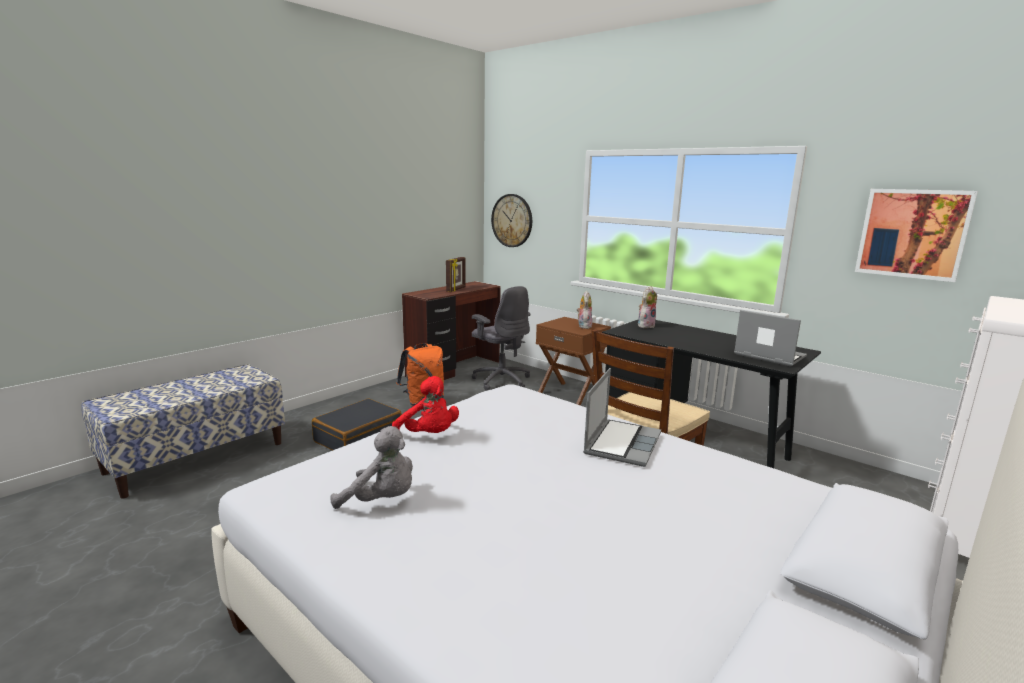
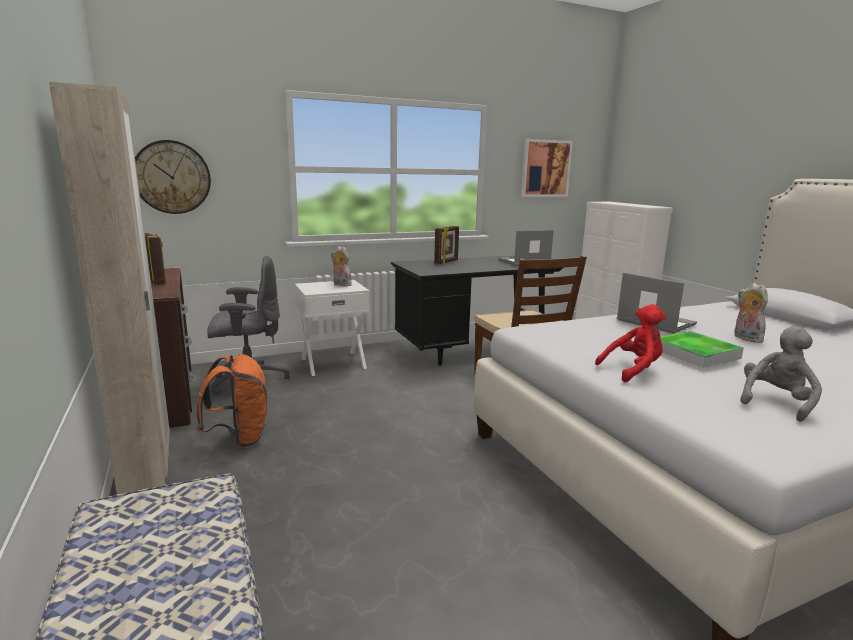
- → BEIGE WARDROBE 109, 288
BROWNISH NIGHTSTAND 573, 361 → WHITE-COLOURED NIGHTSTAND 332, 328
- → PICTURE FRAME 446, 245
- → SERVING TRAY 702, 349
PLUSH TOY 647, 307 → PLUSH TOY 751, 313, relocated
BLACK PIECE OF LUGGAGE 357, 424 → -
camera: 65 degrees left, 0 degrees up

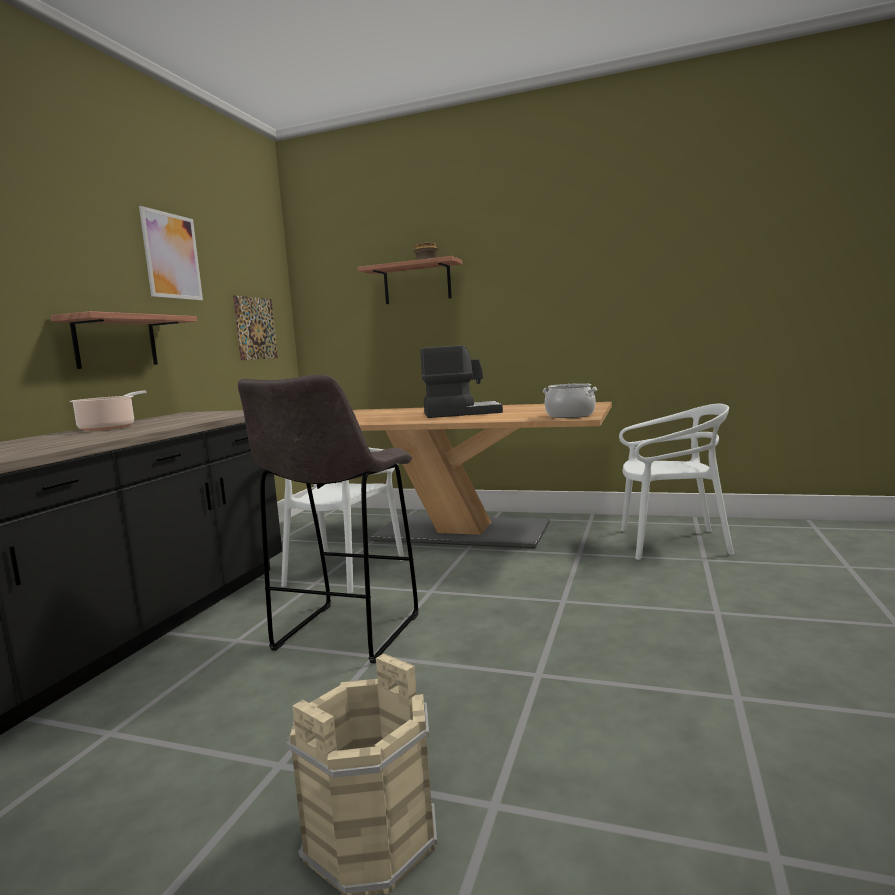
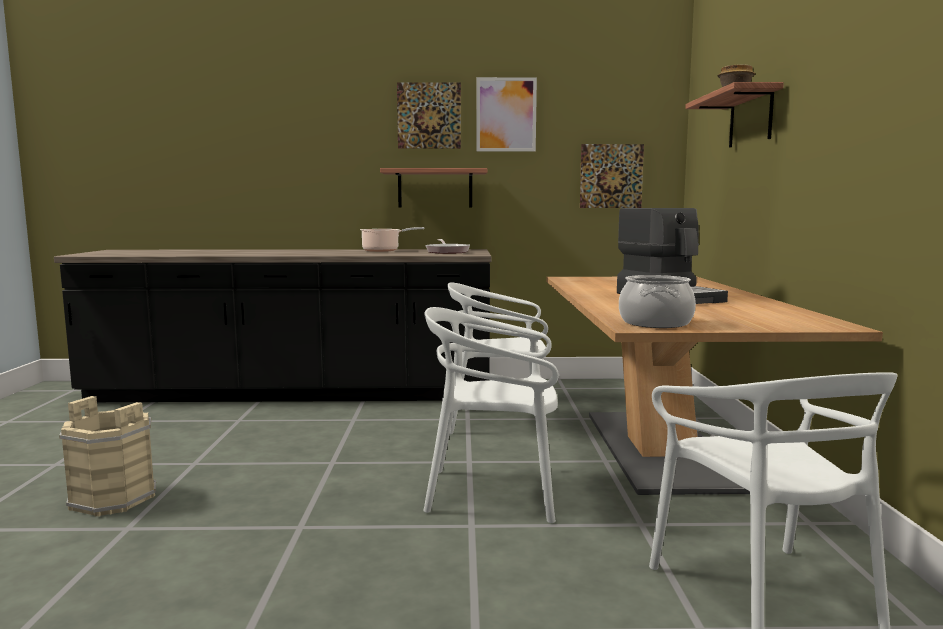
- → WALL PICTURE 429, 115
- → WHITE-COLOURED CHAIR 491, 415
- → SKILLET 447, 246
GRAY STOOL 328, 519 → -
camera: 70 degrees right, 0 degrees up

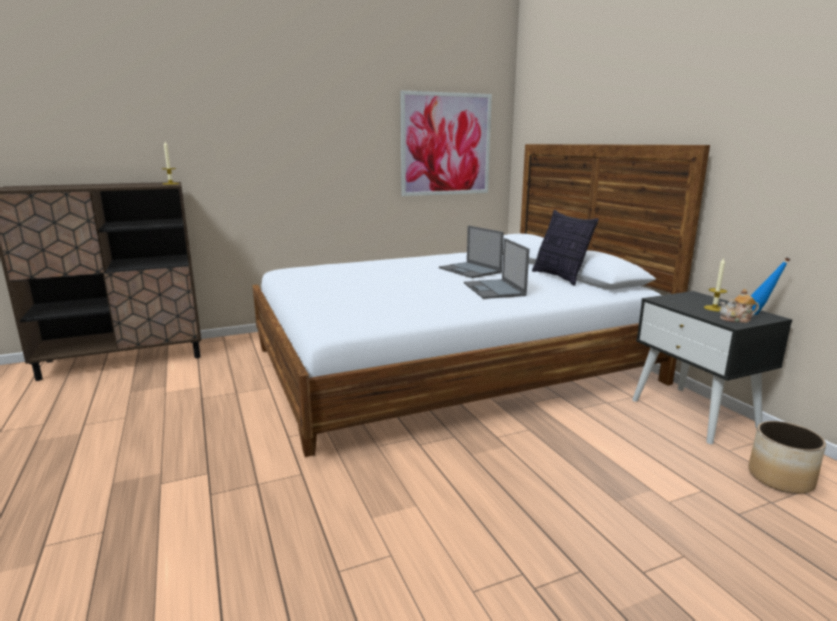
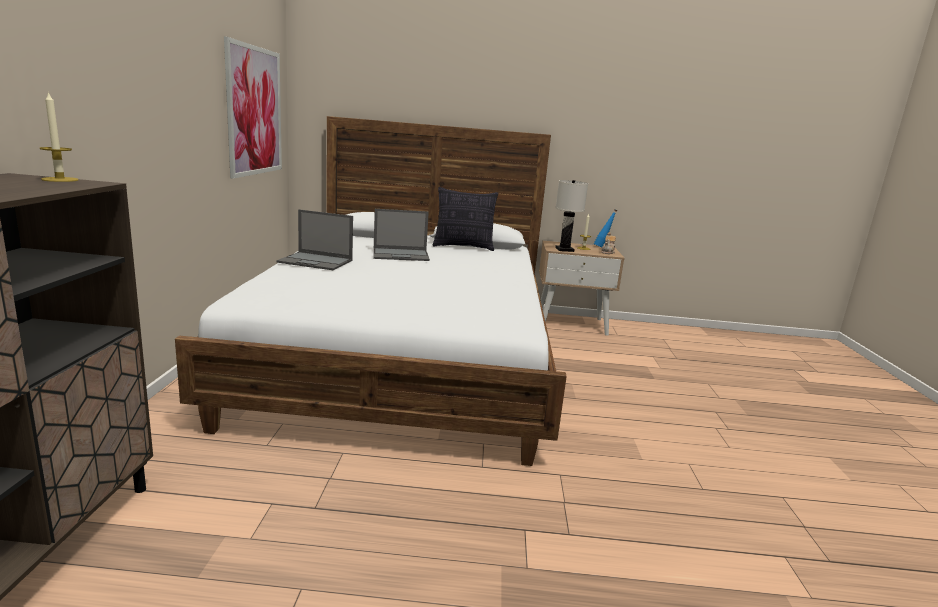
PORTABLE COMPUTER 496, 268 → PORTABLE COMPUTER 314, 239, relocated
BLACK NIGHTSTAND 712, 367 → BEIGE NIGHTSTAND 582, 288
- → WHITE-COLOURED TABLETOP LAMP 571, 216
FLOWER POT 787, 457 → -
camera: 65 degrees left, 0 degrees up

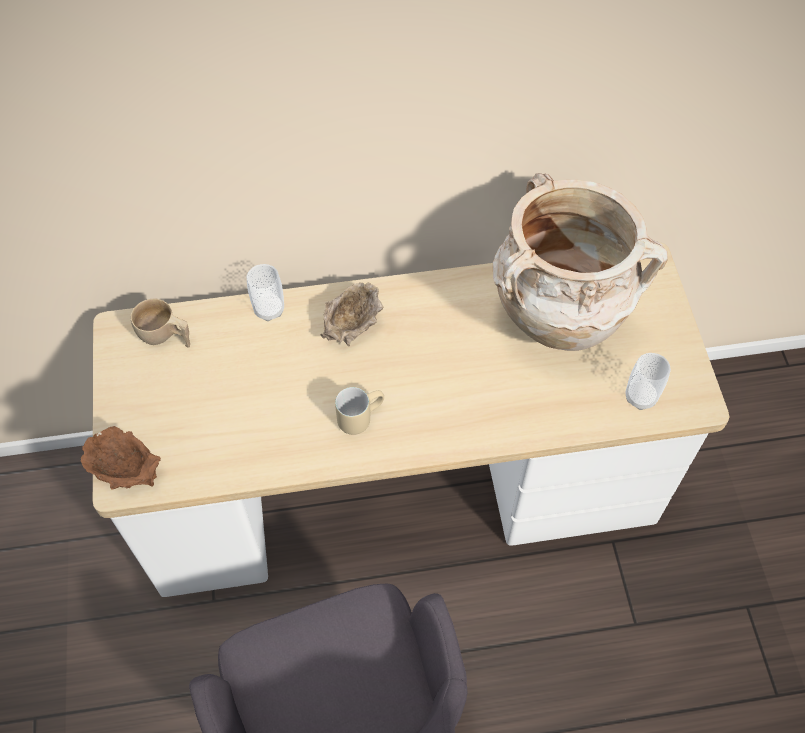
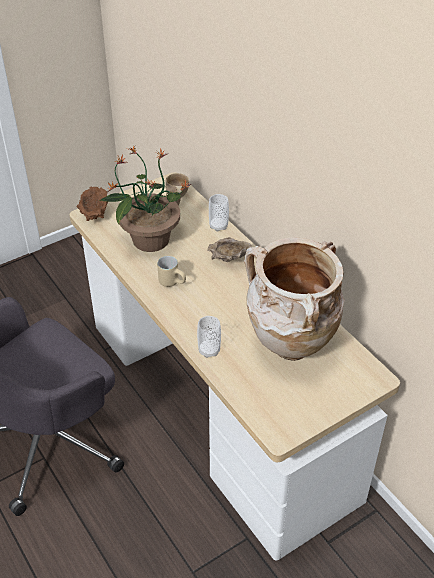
- → PLANT IN A POT 145, 199
DRINKING CUP 648, 381 → DRINKING CUP 209, 337, relocated
camera: 65 degrees right, 15 degrees down

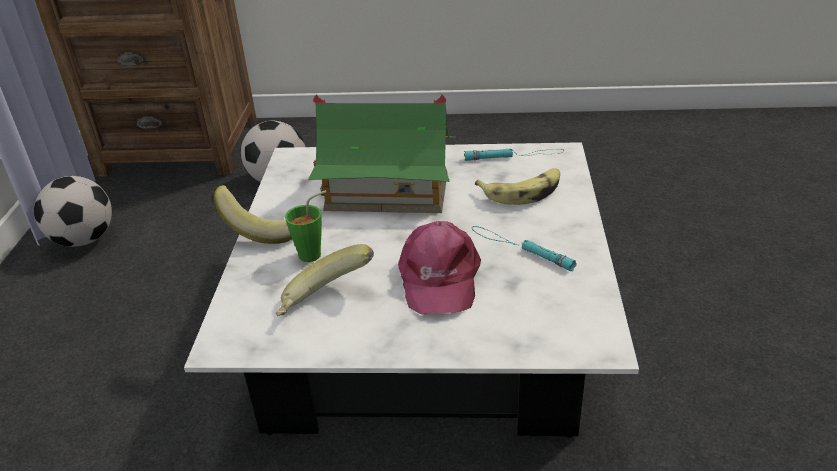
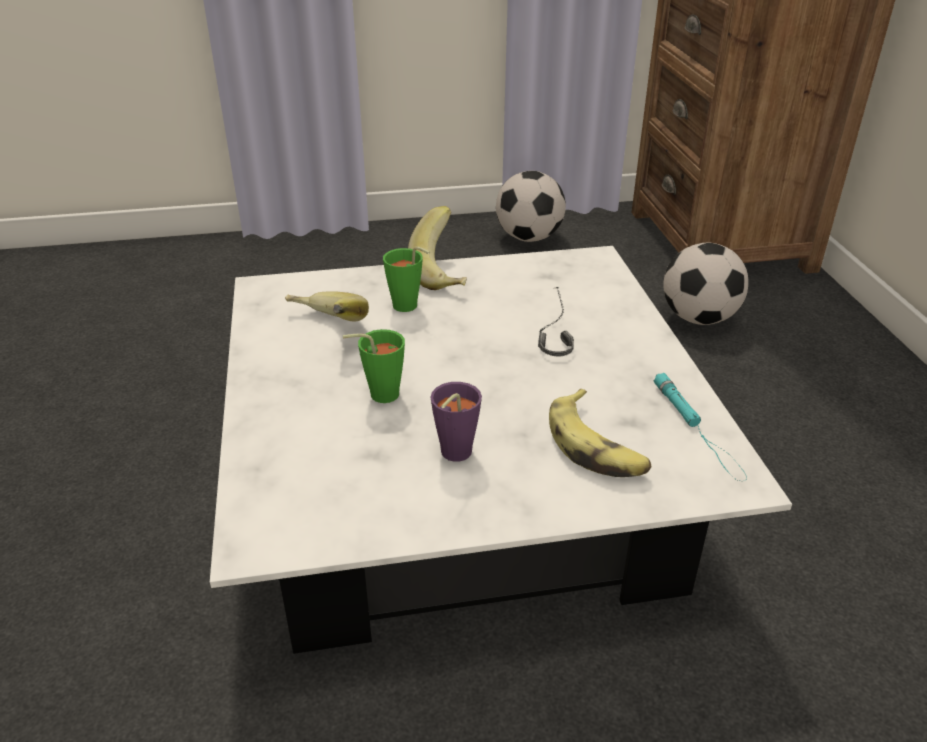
PINK PEAKED CAP 439, 268 → GREEN DRINKING CUP 374, 366
TURQUOISE FLASHLIGHT 524, 248 → PURPLE-COLOURED DRINKING CUP 456, 422
MINIATURE HOUSE 382, 153 → HEADPHONES 556, 322
camera: 75 degrees right, 0 degrees up

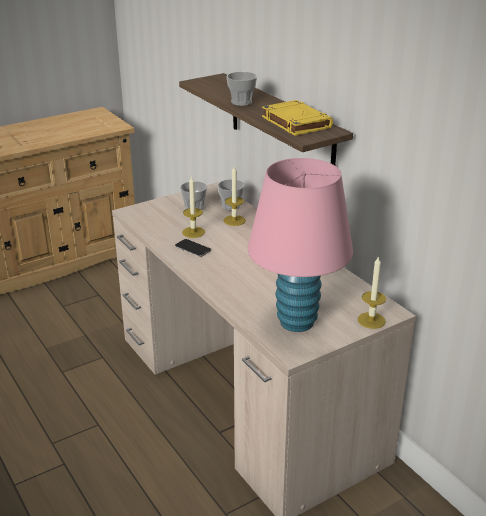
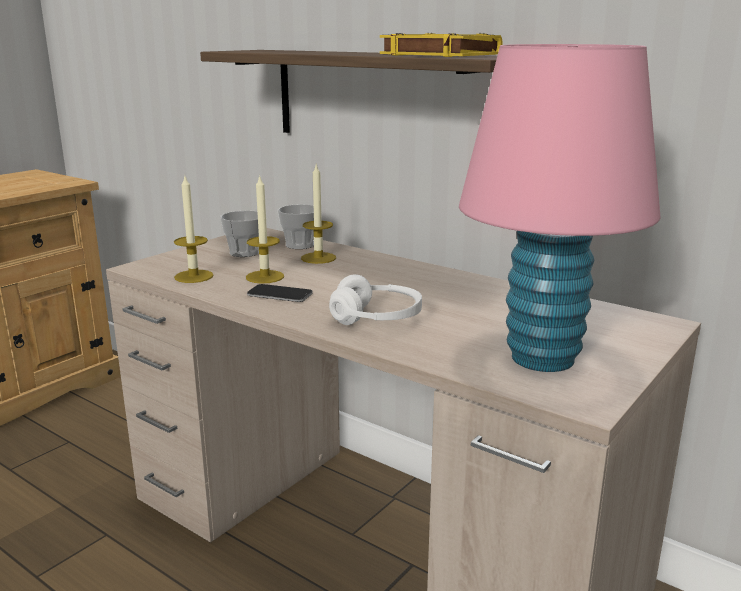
CANDLE 372, 292 → CANDLE 194, 229, relocated
- → WHITE-COLOURED HEADPHONES 375, 299
DRINKING CUP 241, 89 → -
camera: 20 degrees left, 10 degrees down

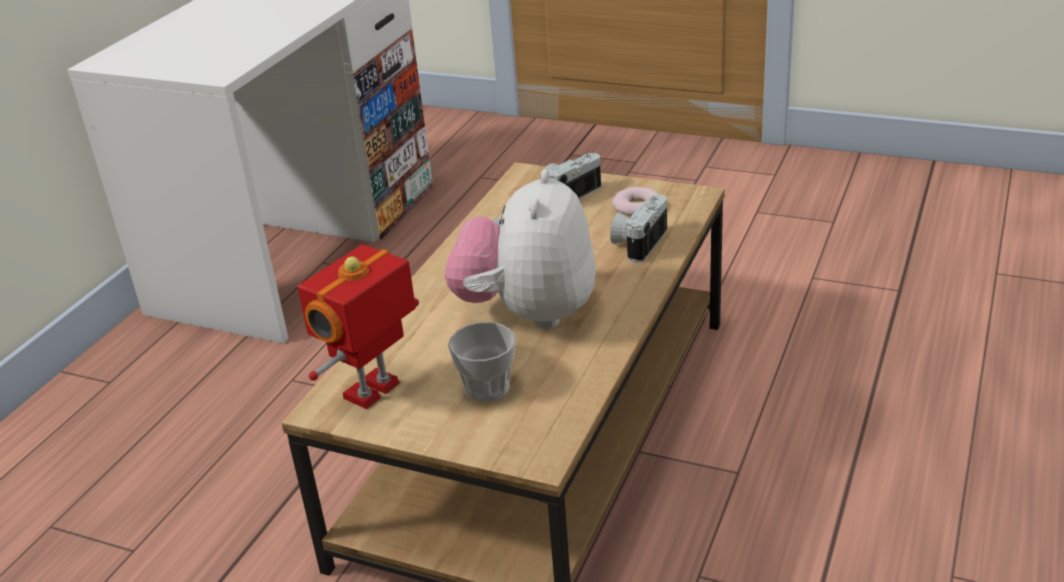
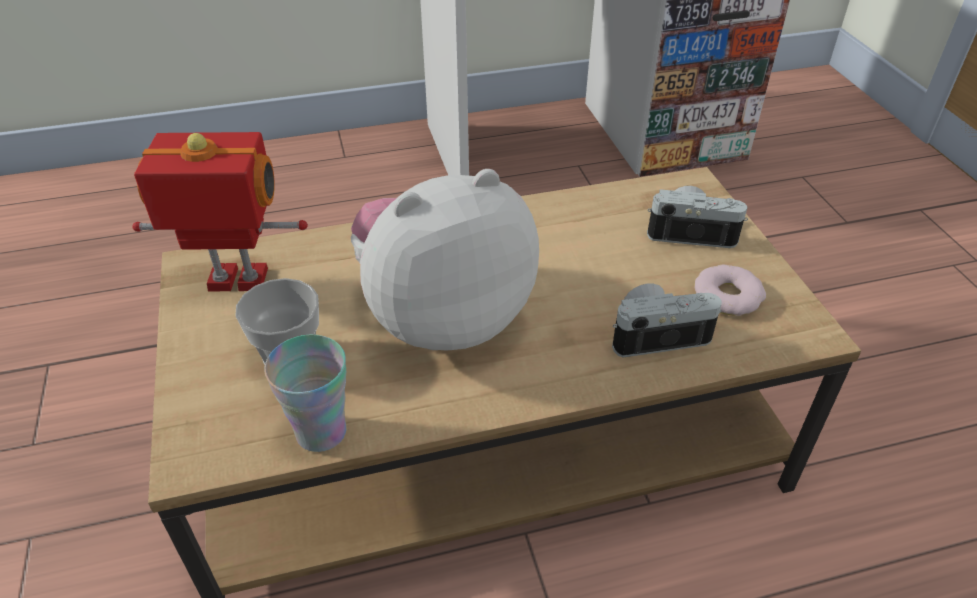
- → DRINKING CUP 305, 393
camera: 50 degrees right, 10 degrees up

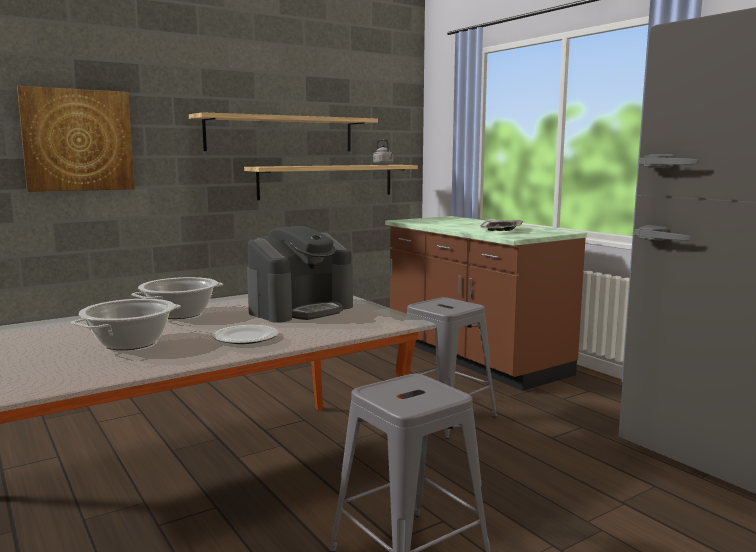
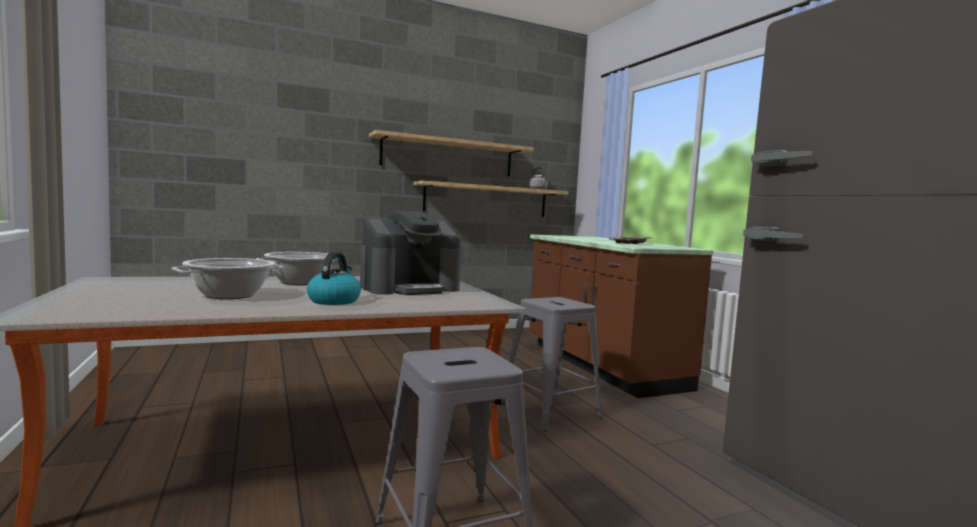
FLAT DISH 245, 334 → WATER KETTLE 334, 278
WALL PICTURE 75, 139 → -
camera: 10 degrees right, 5 degrees down

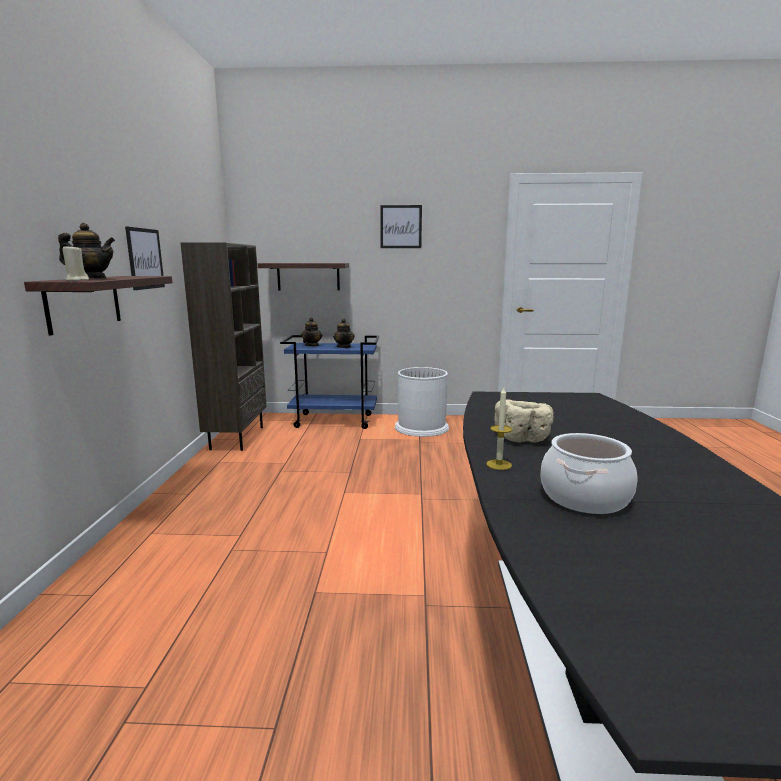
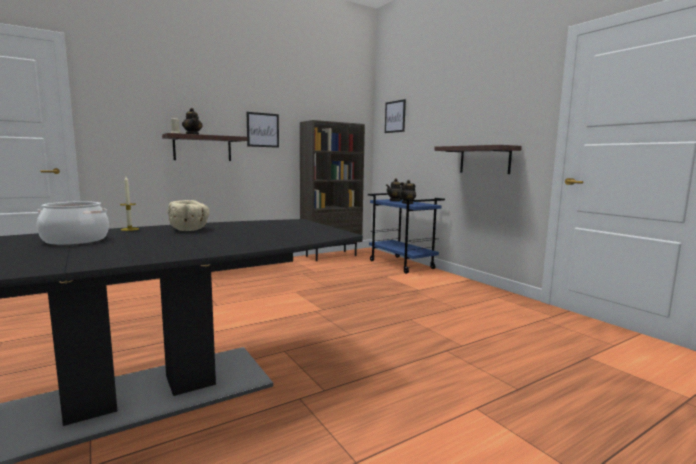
WALL PICTURE 401, 226 → WALL PICTURE 395, 116, relocated
WALL SHELF 303, 277 → WALL SHELF 478, 159, relocated
WHITE-COLOURED RUBBISH BIN 422, 402 → -
camera: 55 degrees right, 5 degrees down

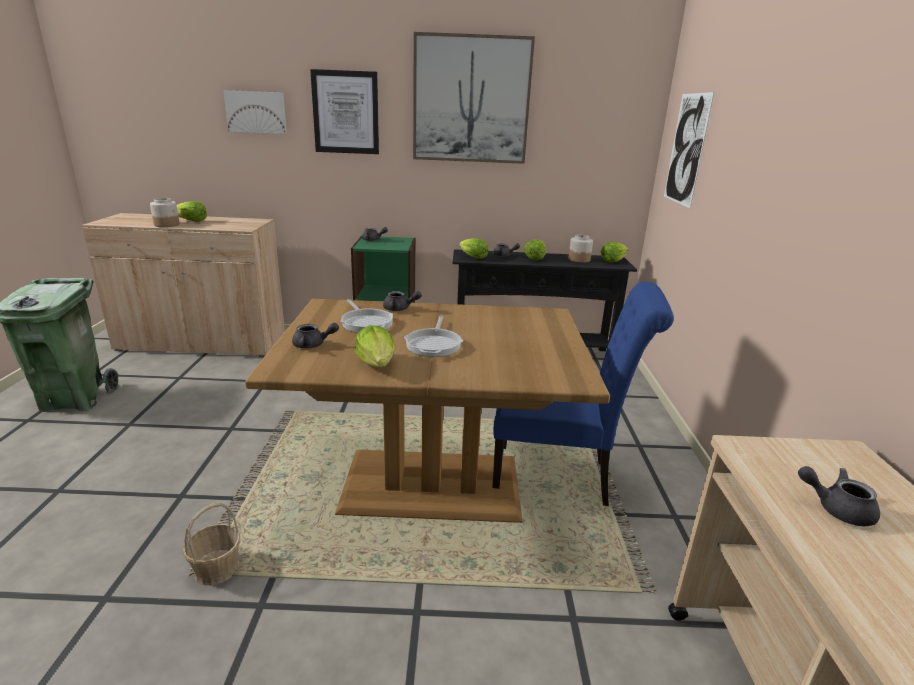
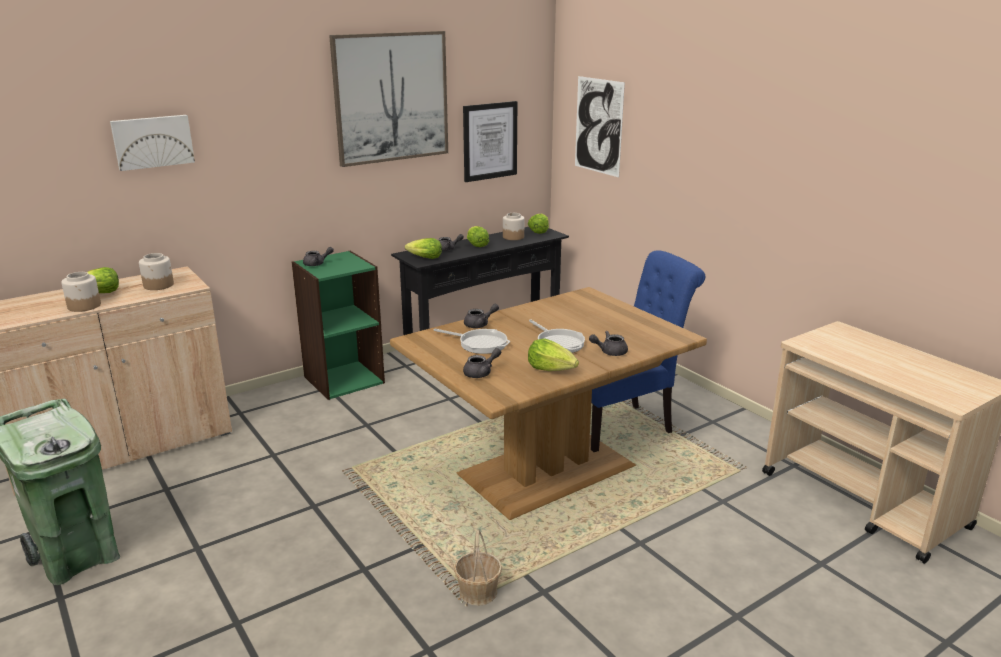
- → STORAGE JAR 156, 271
WALL PICTURE 344, 111 → WALL PICTURE 490, 141, relocated
GRAY POT FOR TEA 839, 496 → GRAY POT FOR TEA 608, 343, relocated
camera: 35 degrees left, 0 degrees up

